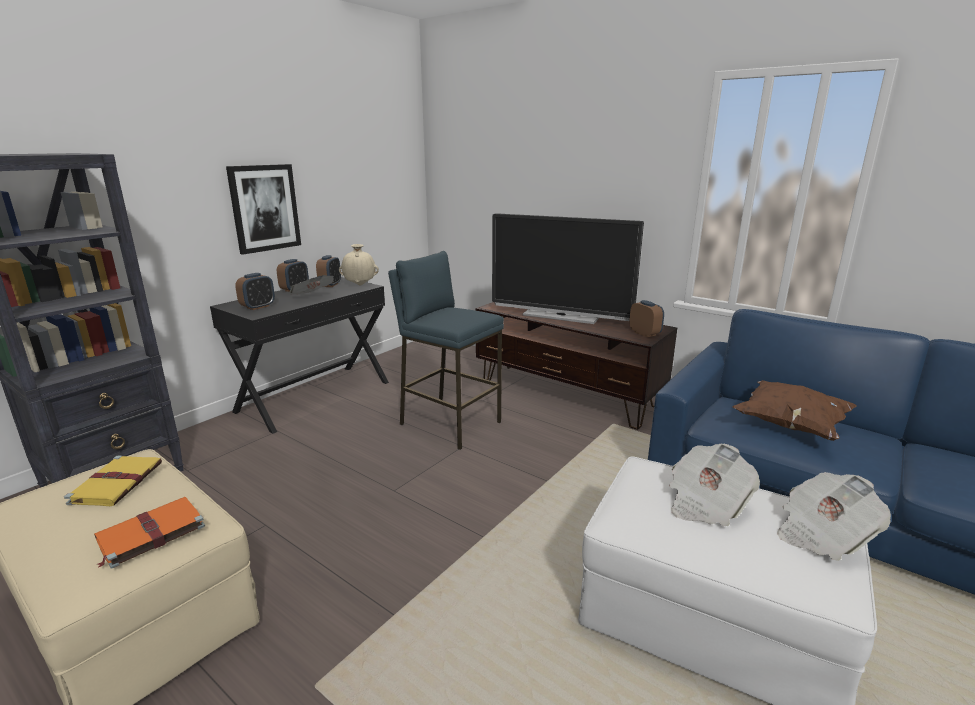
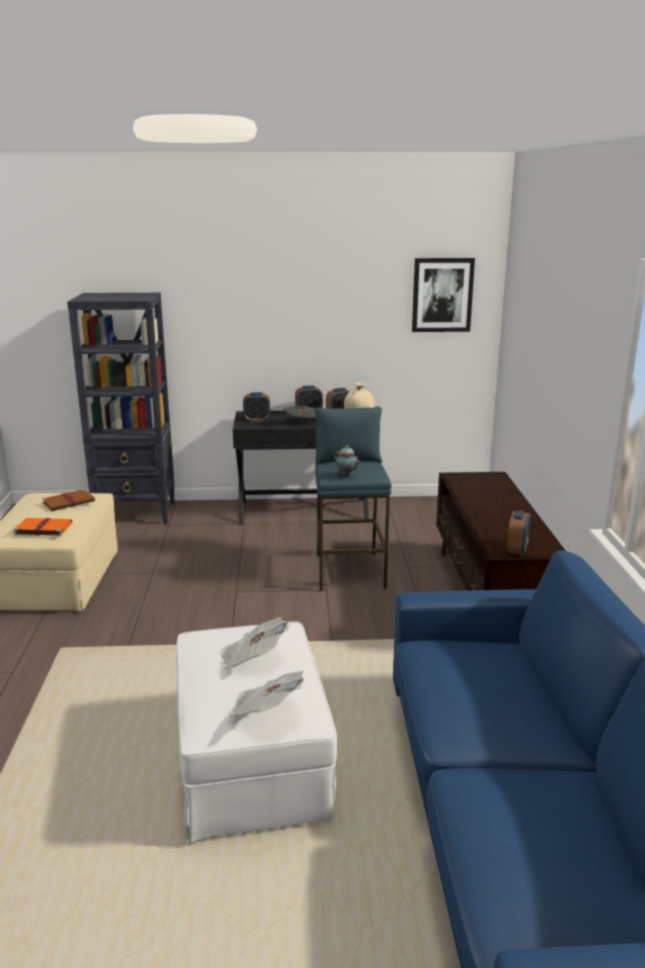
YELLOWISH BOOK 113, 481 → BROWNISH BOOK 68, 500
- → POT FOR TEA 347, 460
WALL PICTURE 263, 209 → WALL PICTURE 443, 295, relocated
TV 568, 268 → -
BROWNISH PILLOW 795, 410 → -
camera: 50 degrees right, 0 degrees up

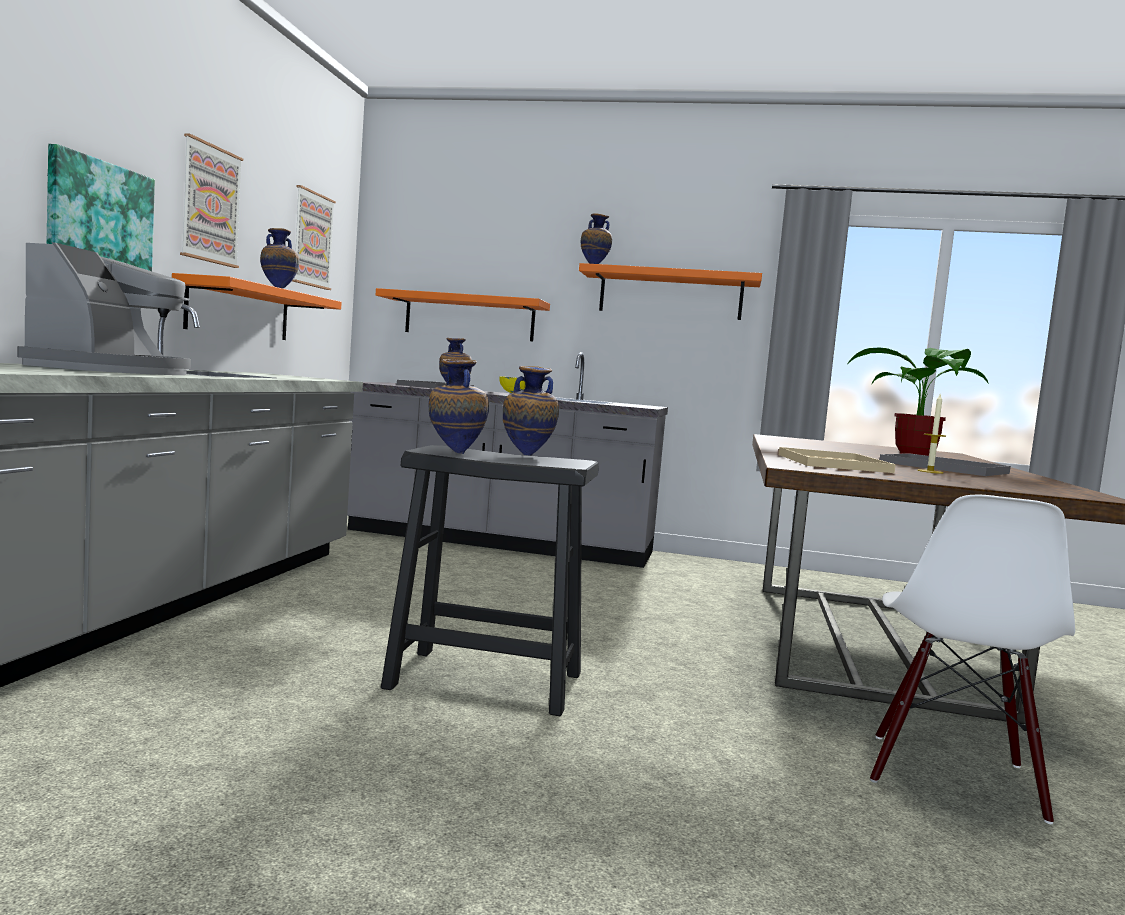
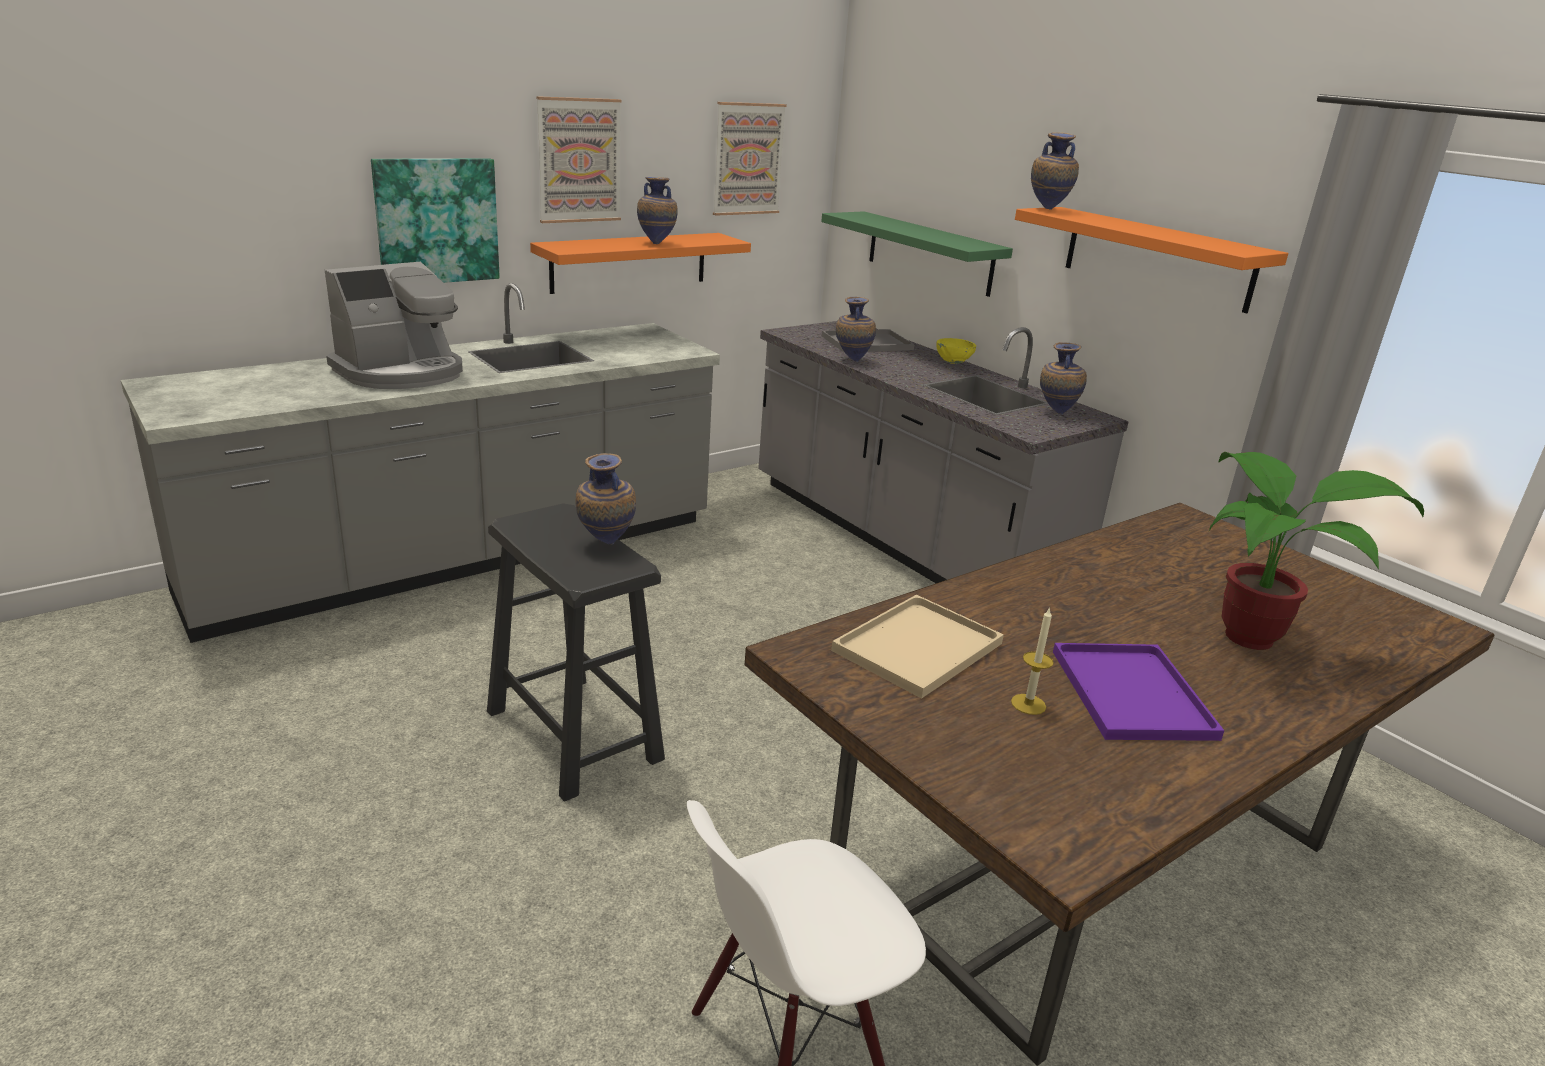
ORANGE WALL SHELF 463, 314 → GREEN WALL SHELF 917, 254
FLOWER VASE 459, 406 → FLOWER VASE 1063, 378, relocated
GRAY SERVING TRAY 945, 464 → PURPLE-COLOURED SERVING TRAY 1139, 692
camera: 40 degrees right, 20 degrees up

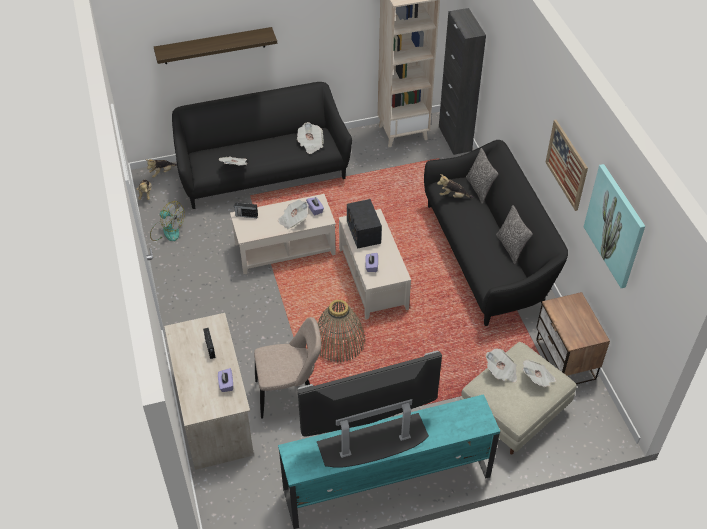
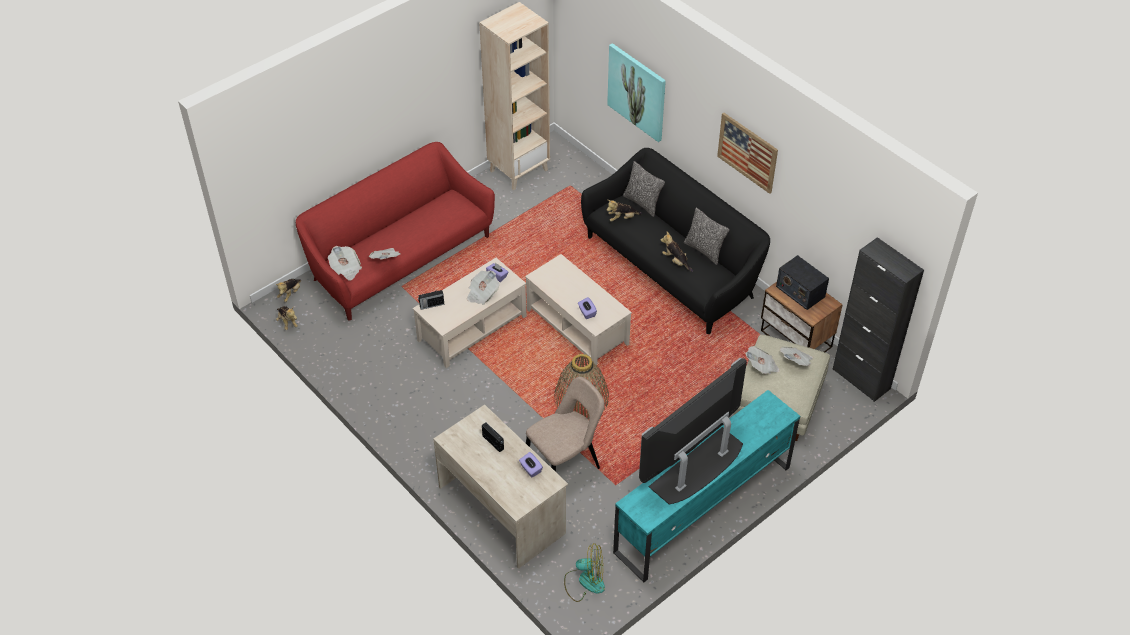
BLACK SOFA 262, 145 → RED-COLOURED SOFA 395, 231
DAILY PAPER 310, 138 → DAILY PAPER 345, 263, relocated
FAN 167, 221 → FAN 584, 572, relocated
WALL PICTURE 614, 226 → WALL PICTURE 636, 92, relocated
- → PLUSH TOY 676, 251
RADIO RECEIVER 364, 224 → RADIO RECEIVER 802, 282, relocated
BLACK STORAGE CABINET 462, 81 → BLACK STORAGE CABINET 878, 319, relocated
WALL SHELF 215, 45 → -
camera: 25 degrees left, 0 degrees up

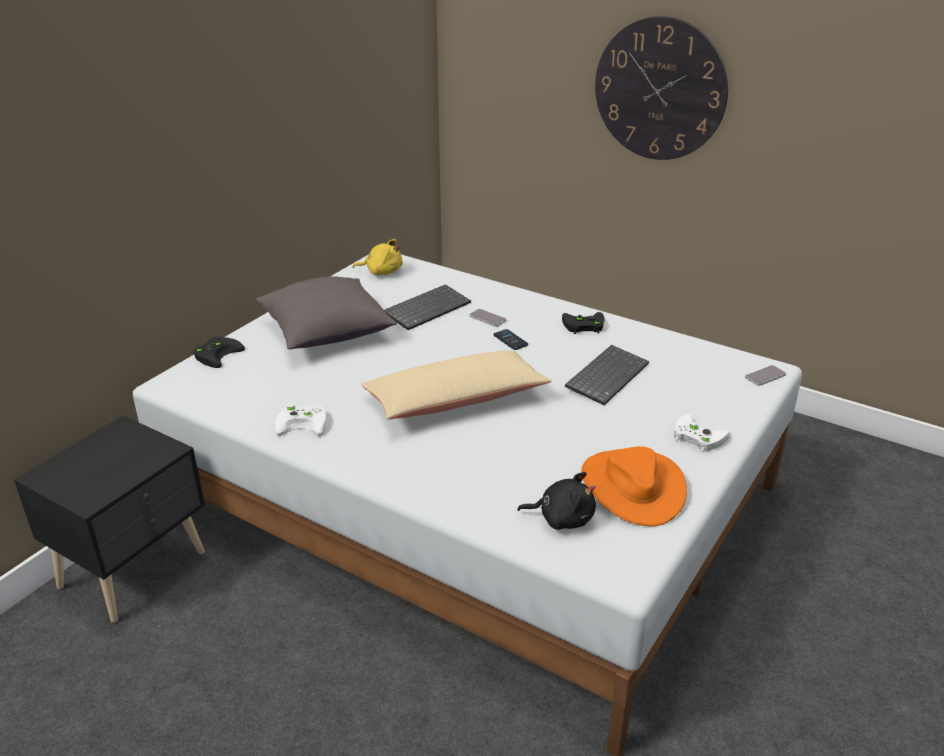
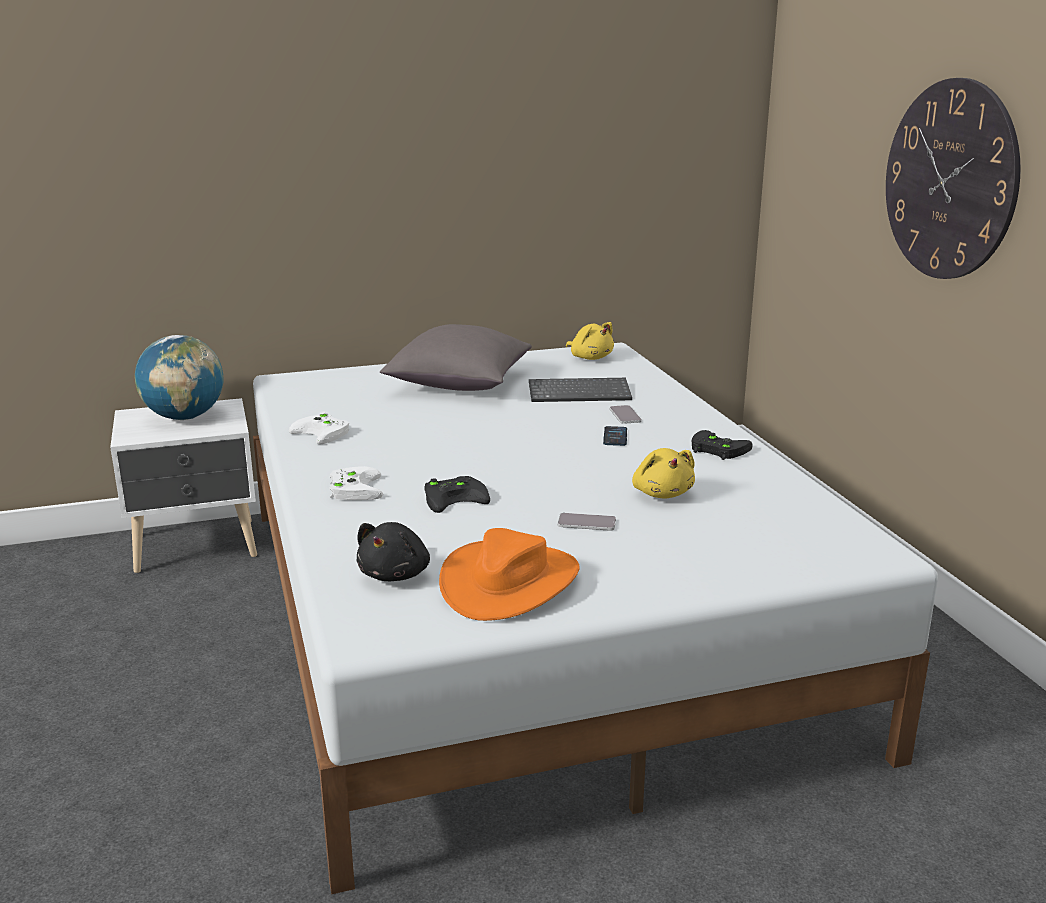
BLACK NIGHTSTAND 109, 519 → WHITE-COLOURED NIGHTSTAND 183, 485
- → GLOBE 179, 377
WHITE-COLOURED JOYPAD 702, 433 → WHITE-COLOURED JOYPAD 356, 483, relocated
BLACK PLUSH TOY 556, 501 → BLACK PLUSH TOY 393, 551, 60 degrees clockwise
BLACK JOYPAD 219, 352 → BLACK JOYPAD 457, 494, relocated
HANDSET 765, 375 → HANDSET 587, 522, relocated
PC KEYBOARD 607, 375 → YELLOWISH PLUSH TOY 663, 473
BEIGE PILLOW 456, 384 → -
camera: 40 degrees right, 10 degrees down

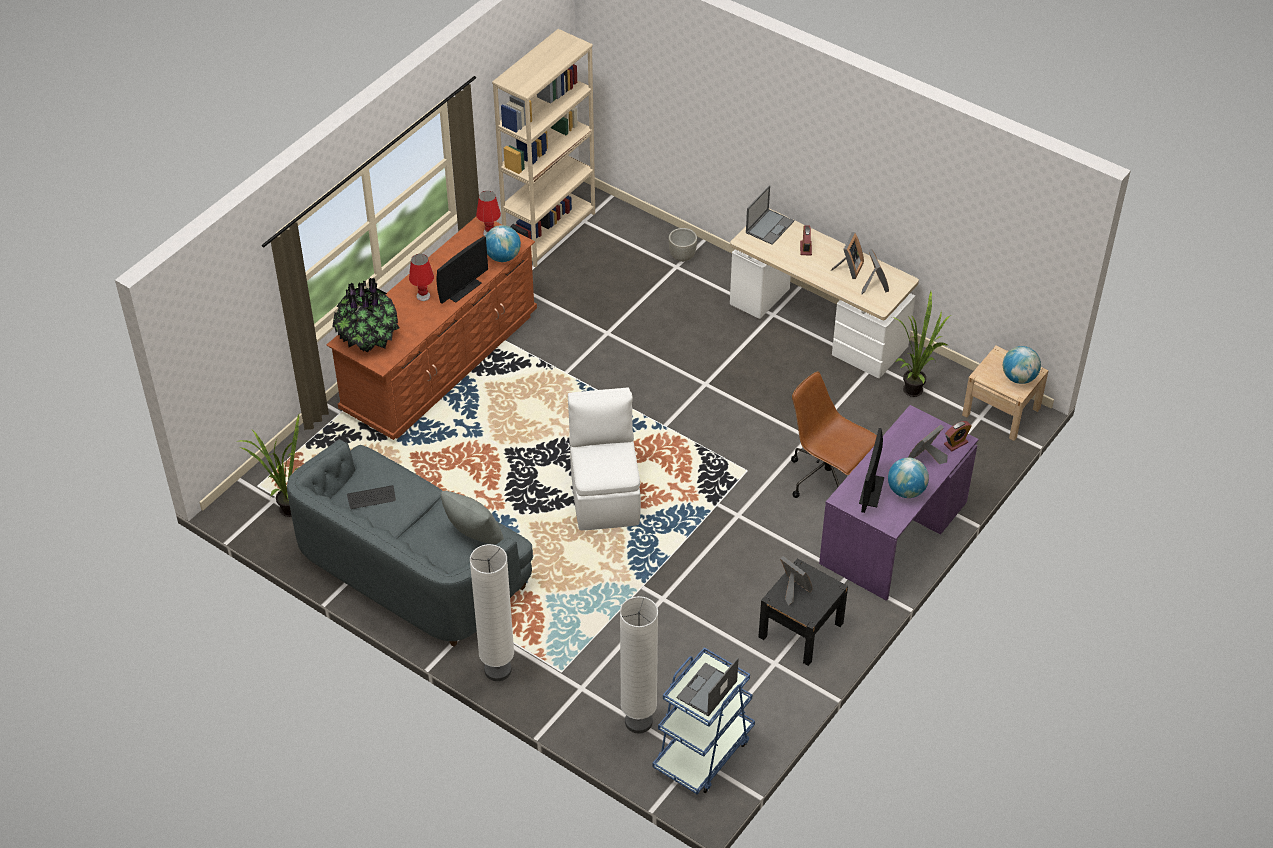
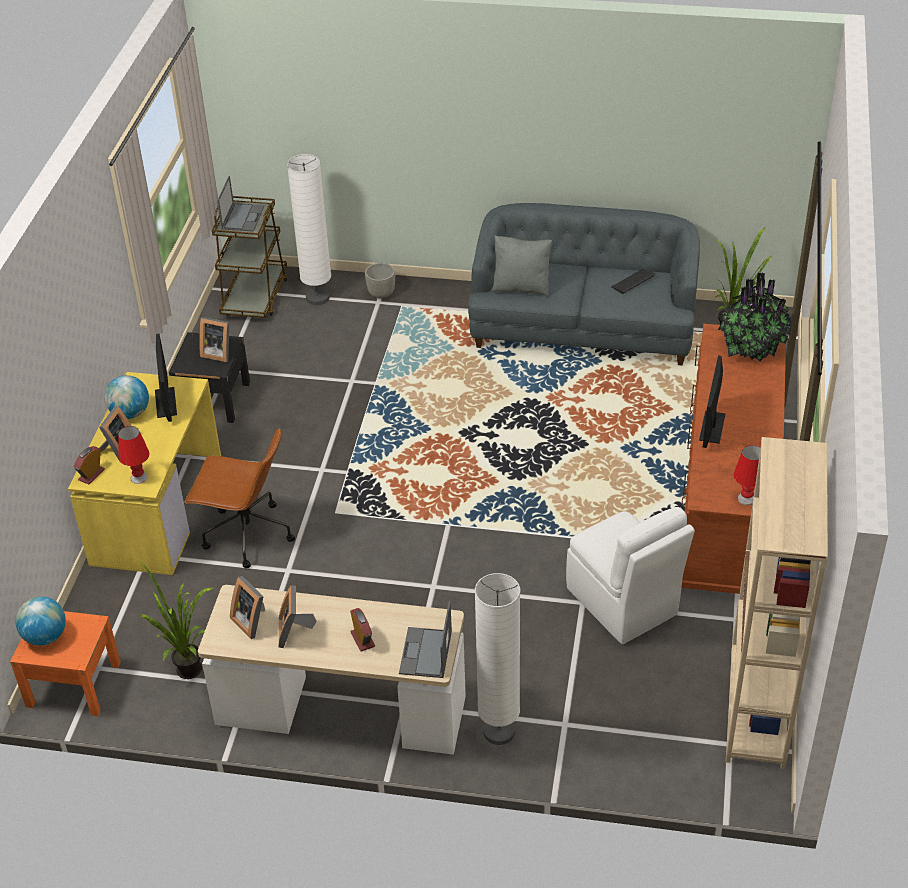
BEIGE NIGHTSTAND 1005, 393 → ORANGE NIGHTSTAND 65, 663
PURPLE-COLOURED DESK TABLE 899, 503 → YELLOWISH DESK TABLE 144, 473
RED-COLOURED TABLETOP LAMP 421, 277 → RED-COLOURED TABLETOP LAMP 134, 455, relocated
BLUE WHEELED CART 703, 720 → BROWNISH WHEELED CART 250, 257
GRAY FLOWER POT 683, 245 → GRAY FLOWER POT 380, 281, relocated
WHITE-COLOURED STANDARD LAMP 492, 612 → WHITE-COLOURED STANDARD LAMP 497, 659, relocated
WHITE-COLOURED CHAIR 604, 458 → WHITE-COLOURED CHAIR 630, 575, relocated
GLOBE 503, 243 → -
camera: 155 degrees right, 5 degrees down

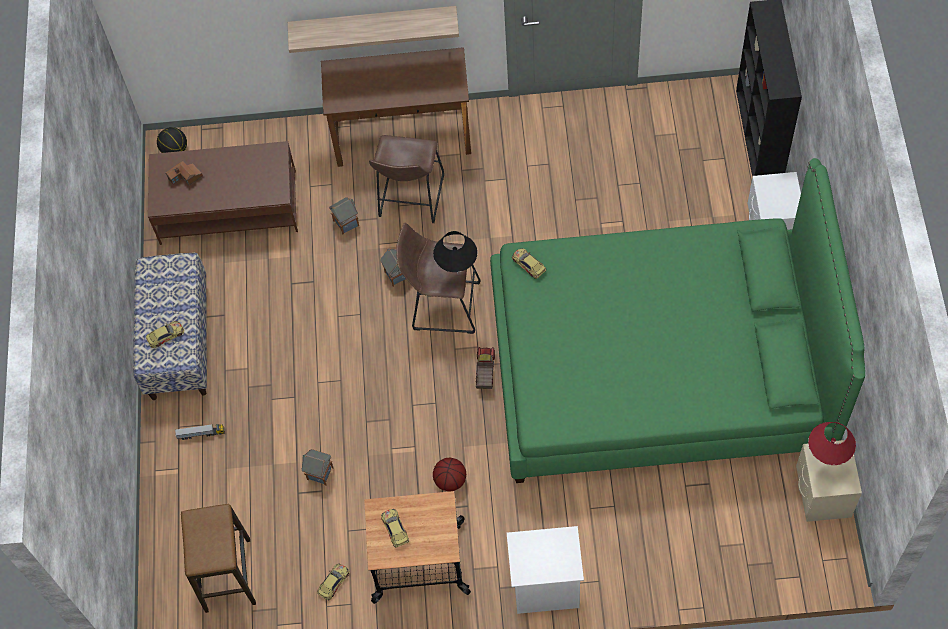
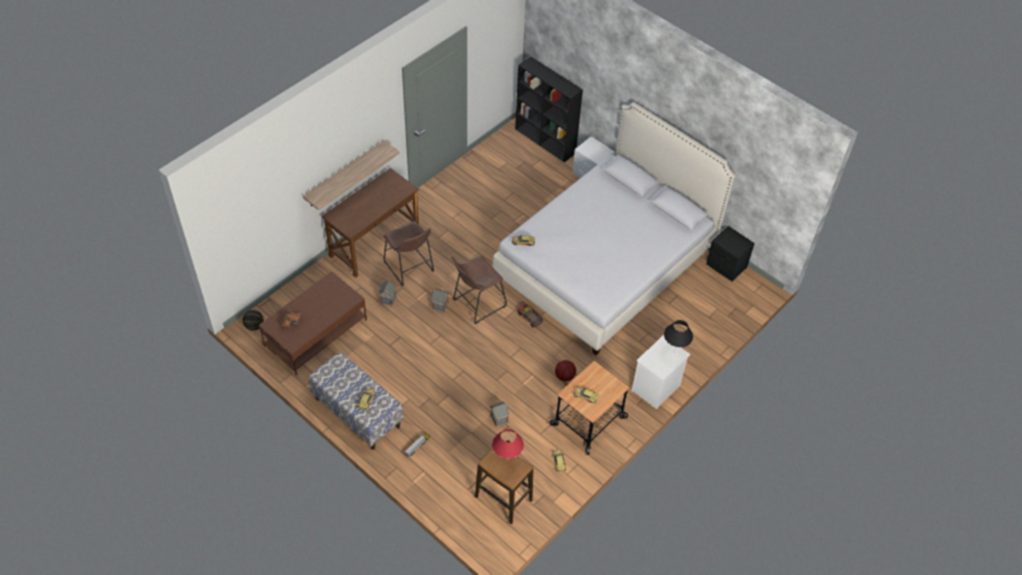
RED-COLOURED TABLETOP LAMP 832, 443 → RED-COLOURED TABLETOP LAMP 508, 444, relocated
GREEN BEDROOM BED 677, 320 → WHITE-COLOURED BEDROOM BED 614, 228
BLACK TABLETOP LAMP 455, 252 → BLACK TABLETOP LAMP 678, 336, relocated
BEIGE NIGHTSTAND 829, 481 → BLACK NIGHTSTAND 730, 253
camera: 50 degrees left, 10 degrees down

